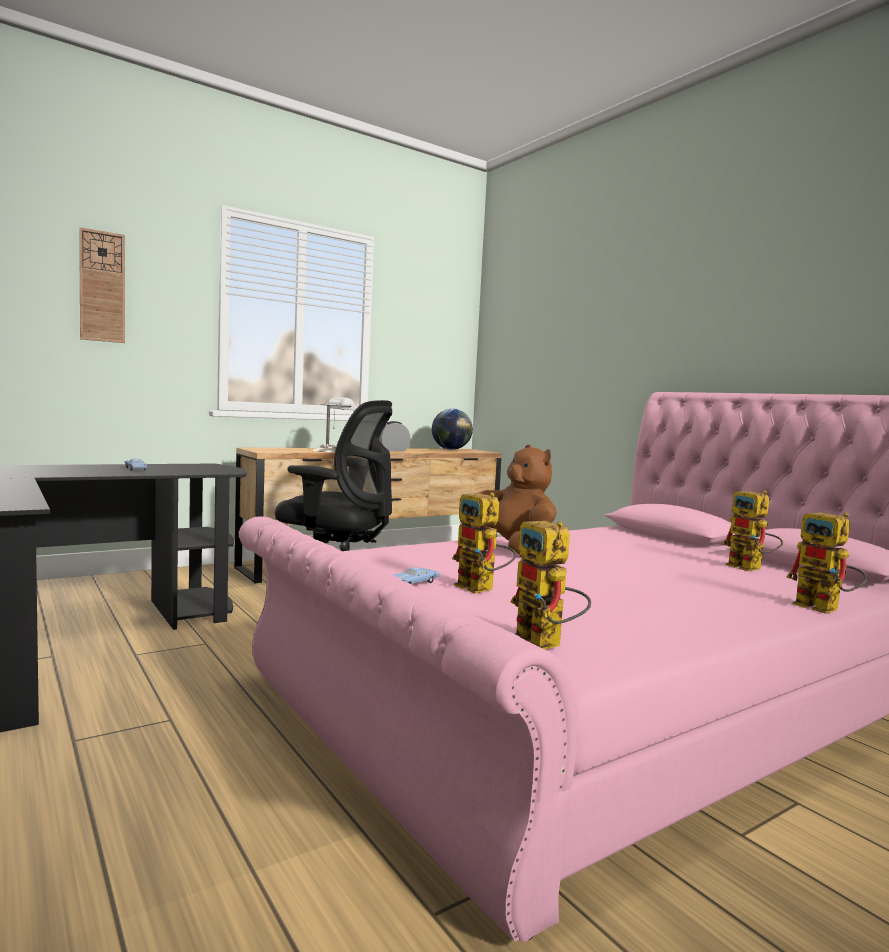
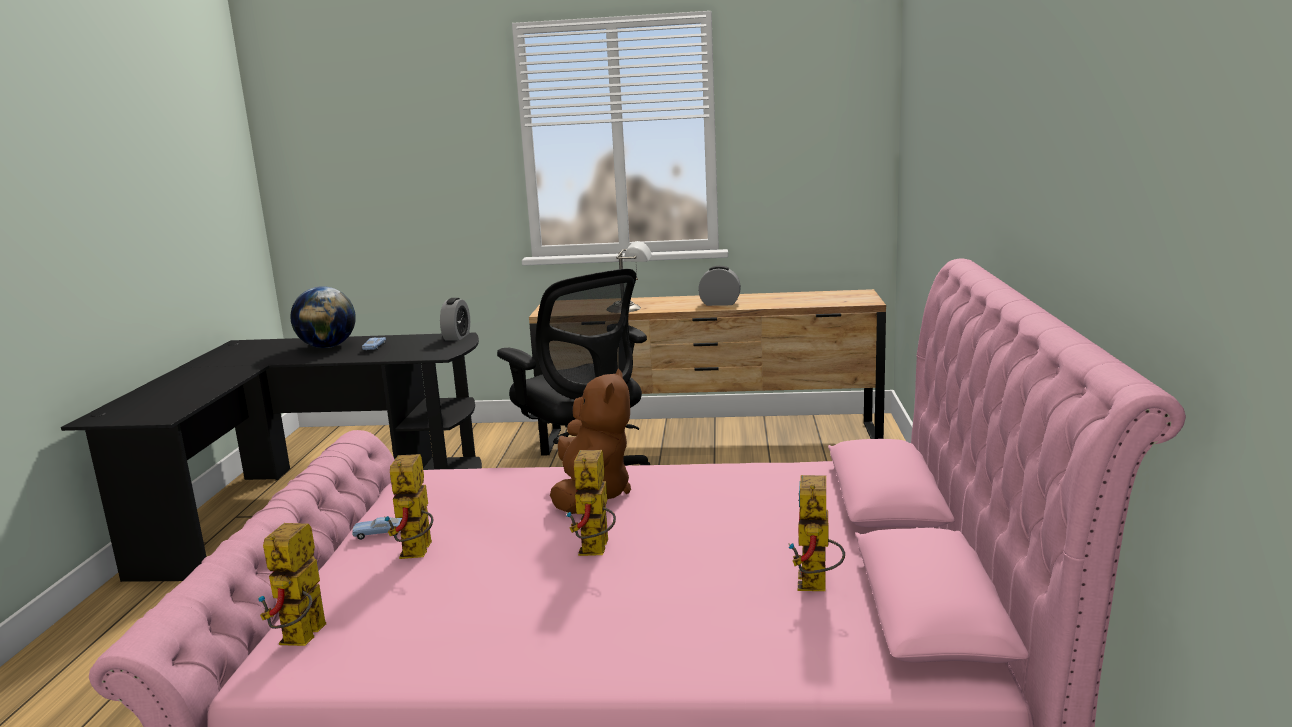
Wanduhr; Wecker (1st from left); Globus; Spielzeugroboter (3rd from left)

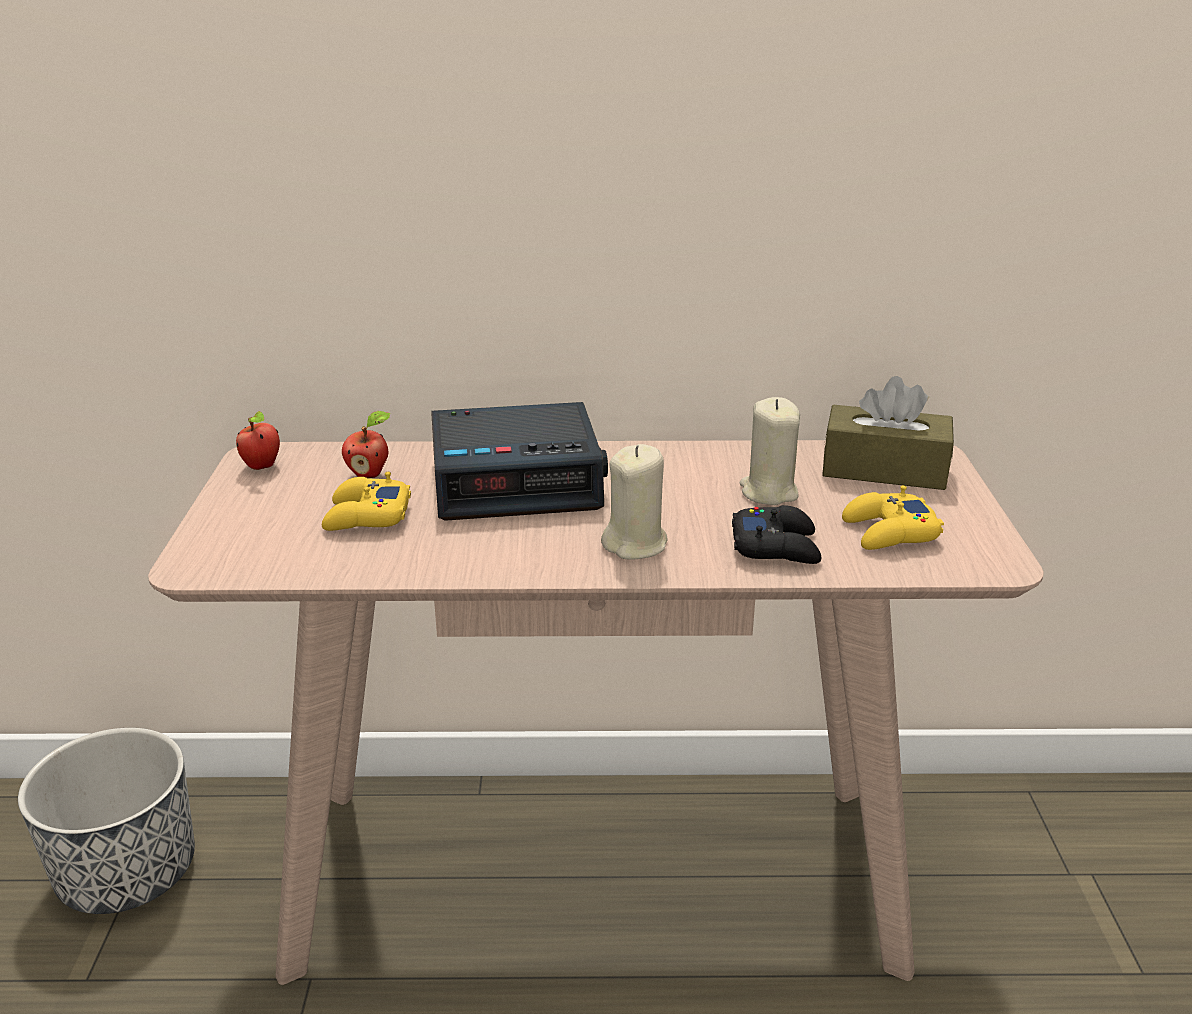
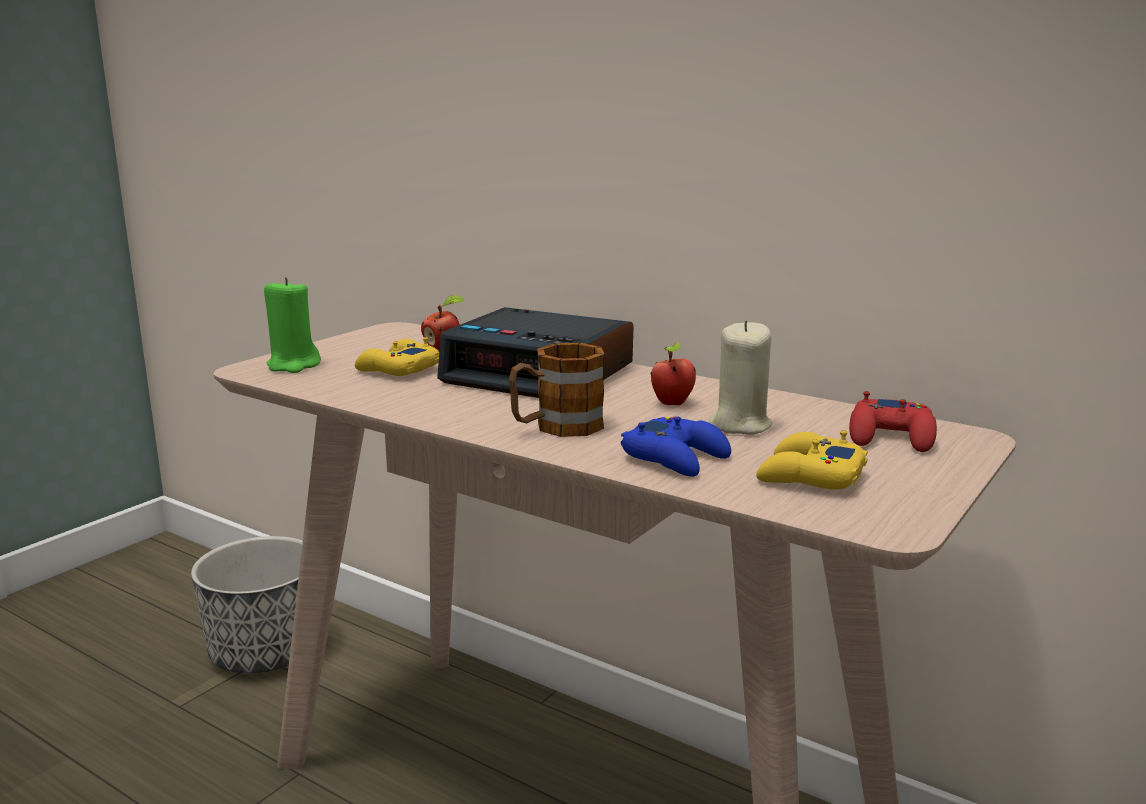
Kerze/grün; Apfel (2nd from left); Henkelbecher; Gamepad/rot; Gamepad/blau

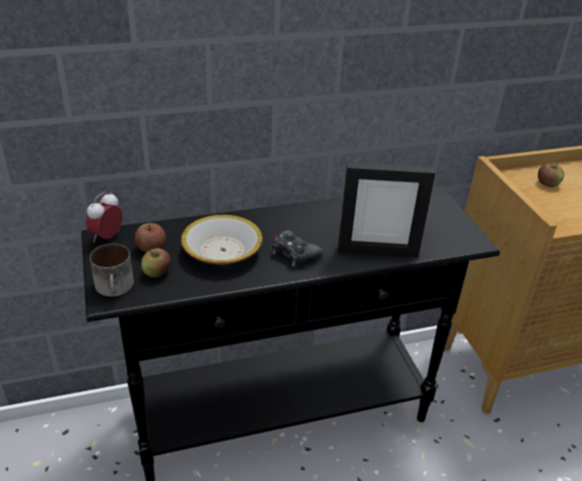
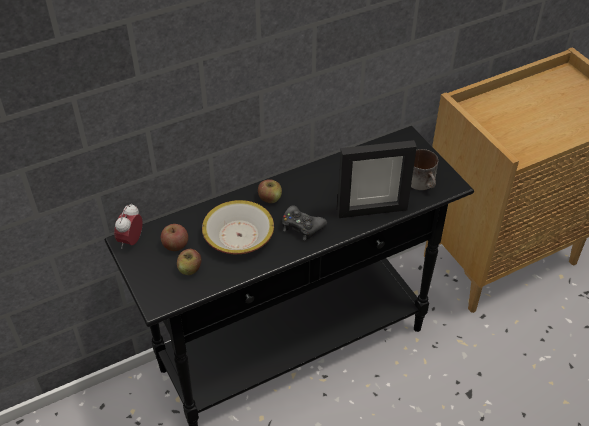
Henkelbecher; Apfel (3rd from left)

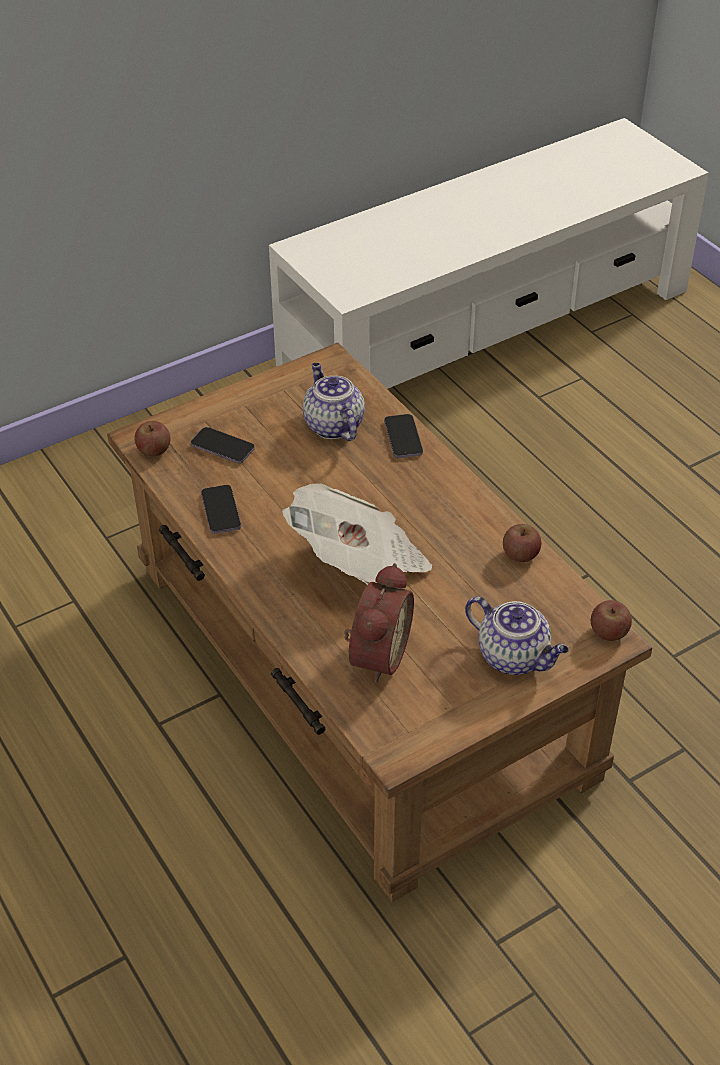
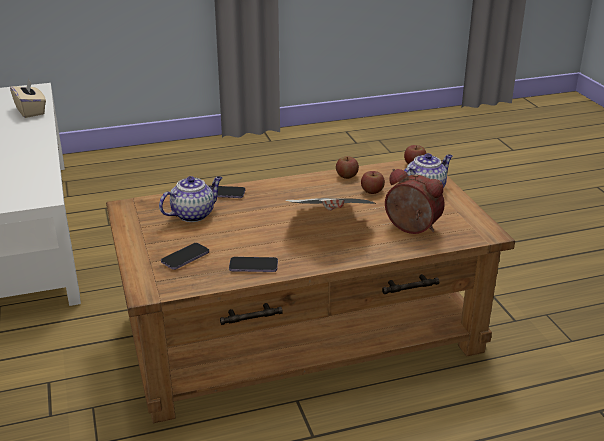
Taschentuchbox/beige; Apfel (2nd from left); Teekanne (1st from left)

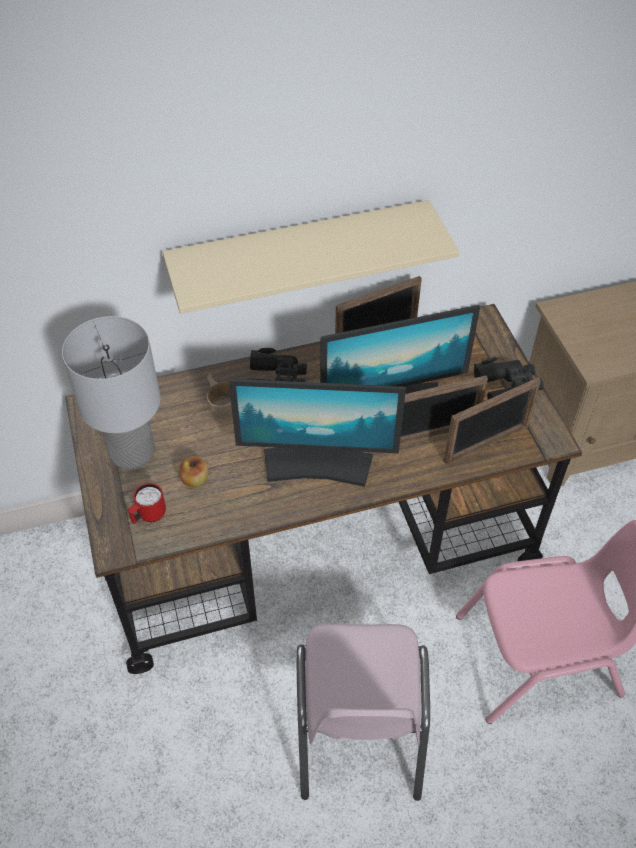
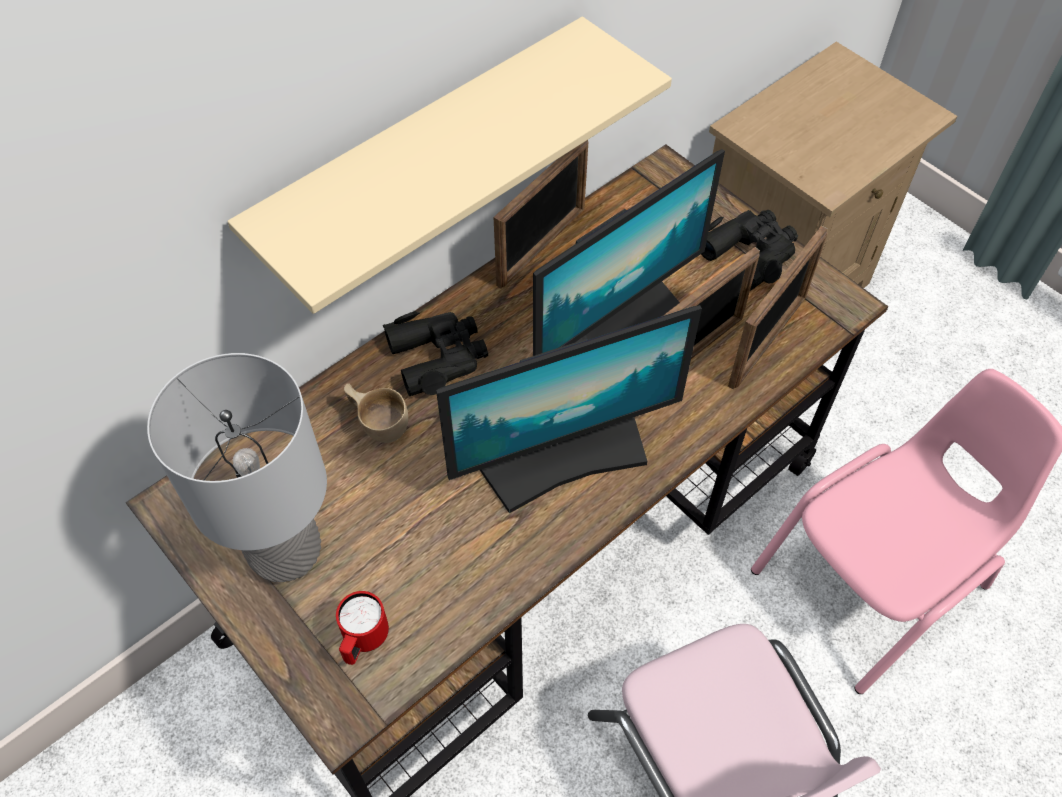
Apfel

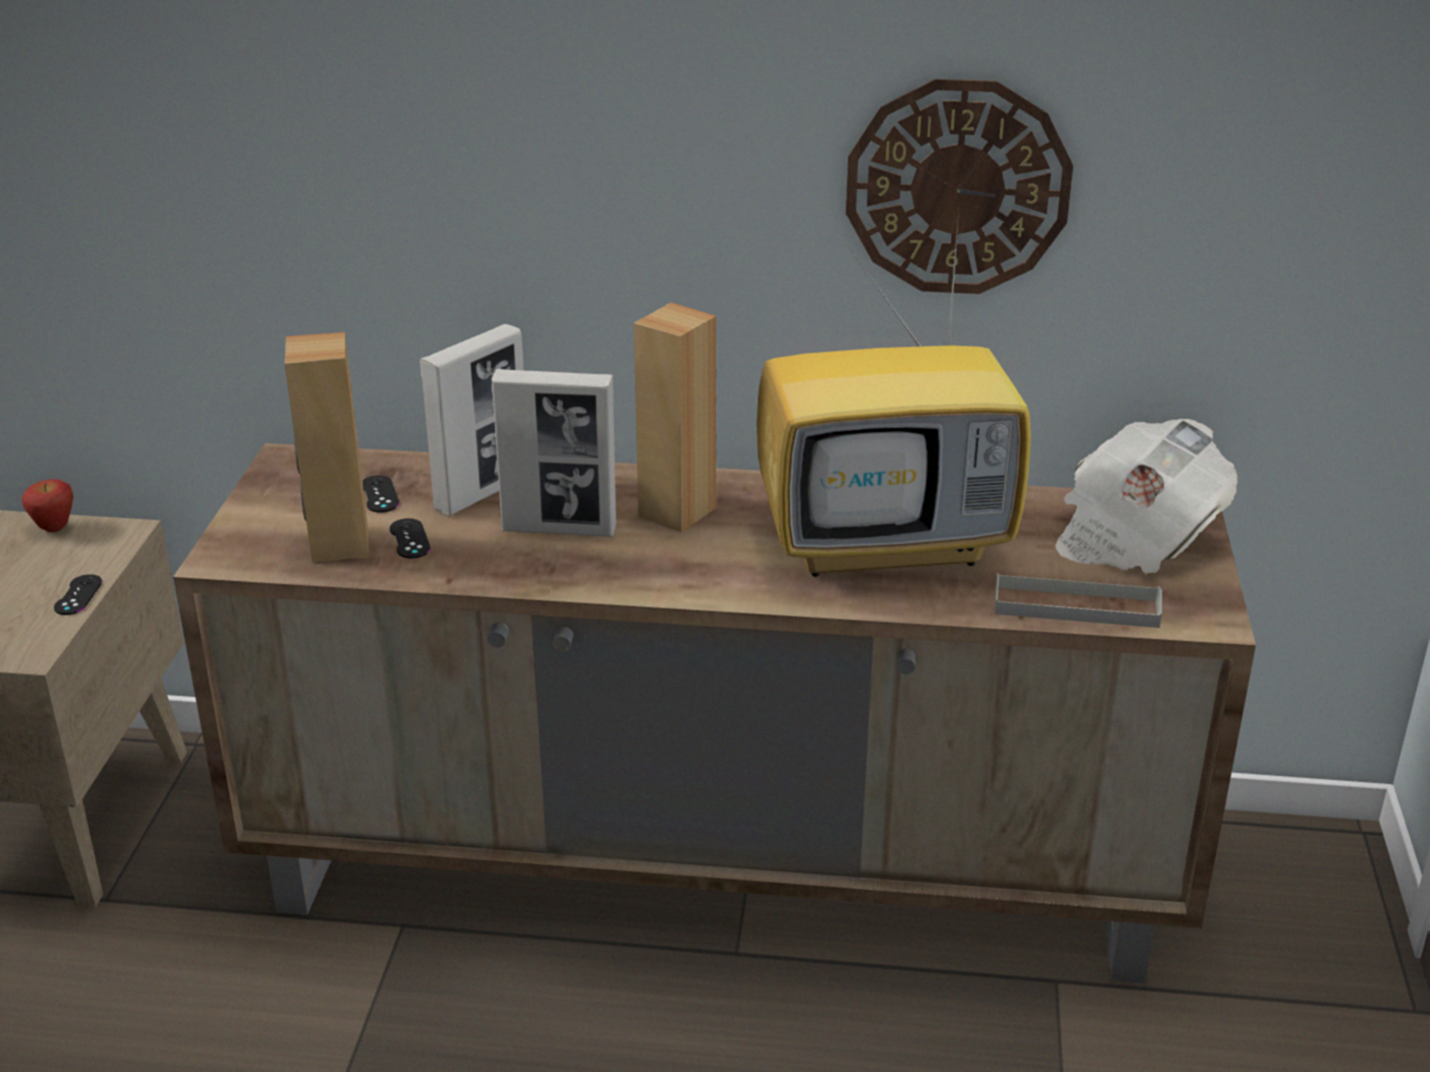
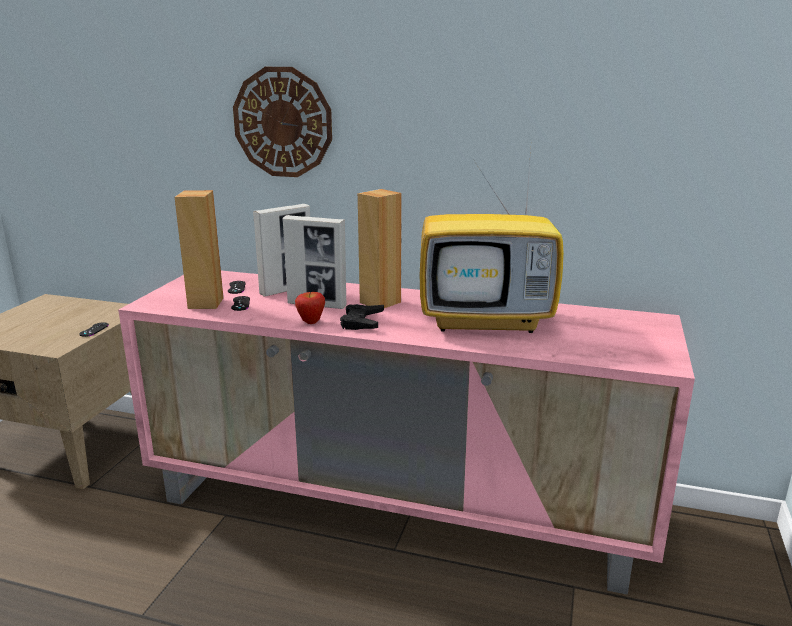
Tablett/grau; Zeitung; Gamepad/schwarz (4th from left); Apfel; Wanduhr; Fernsehschrank/rosa

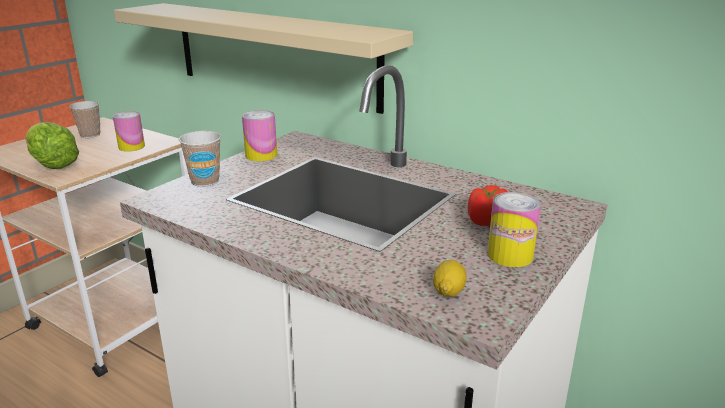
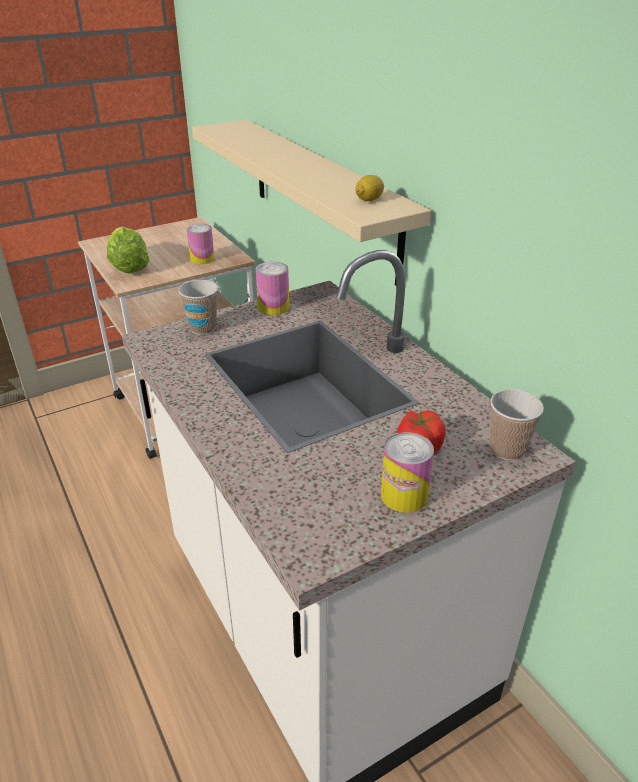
Tasse (2nd from left); Zitrone

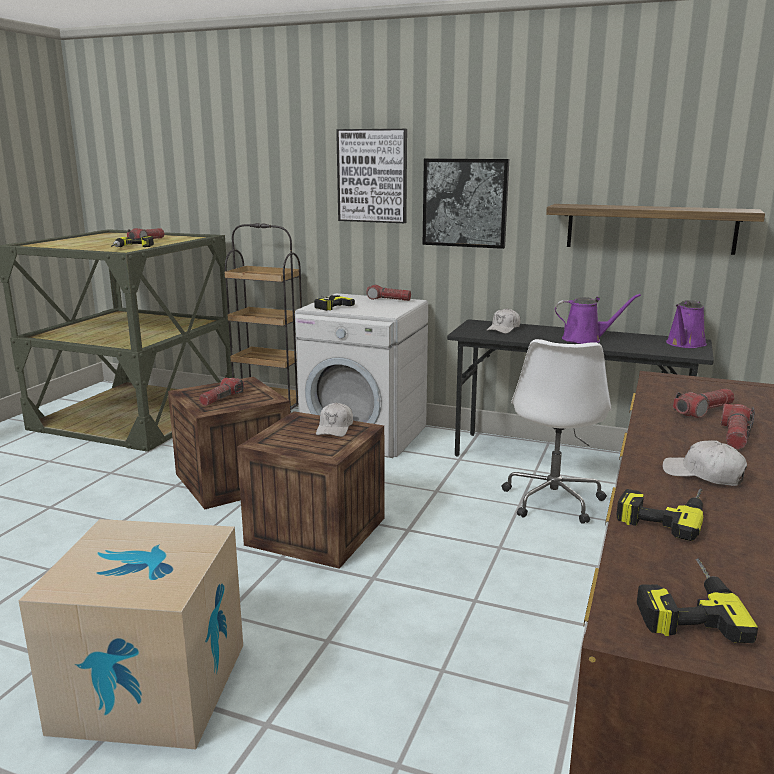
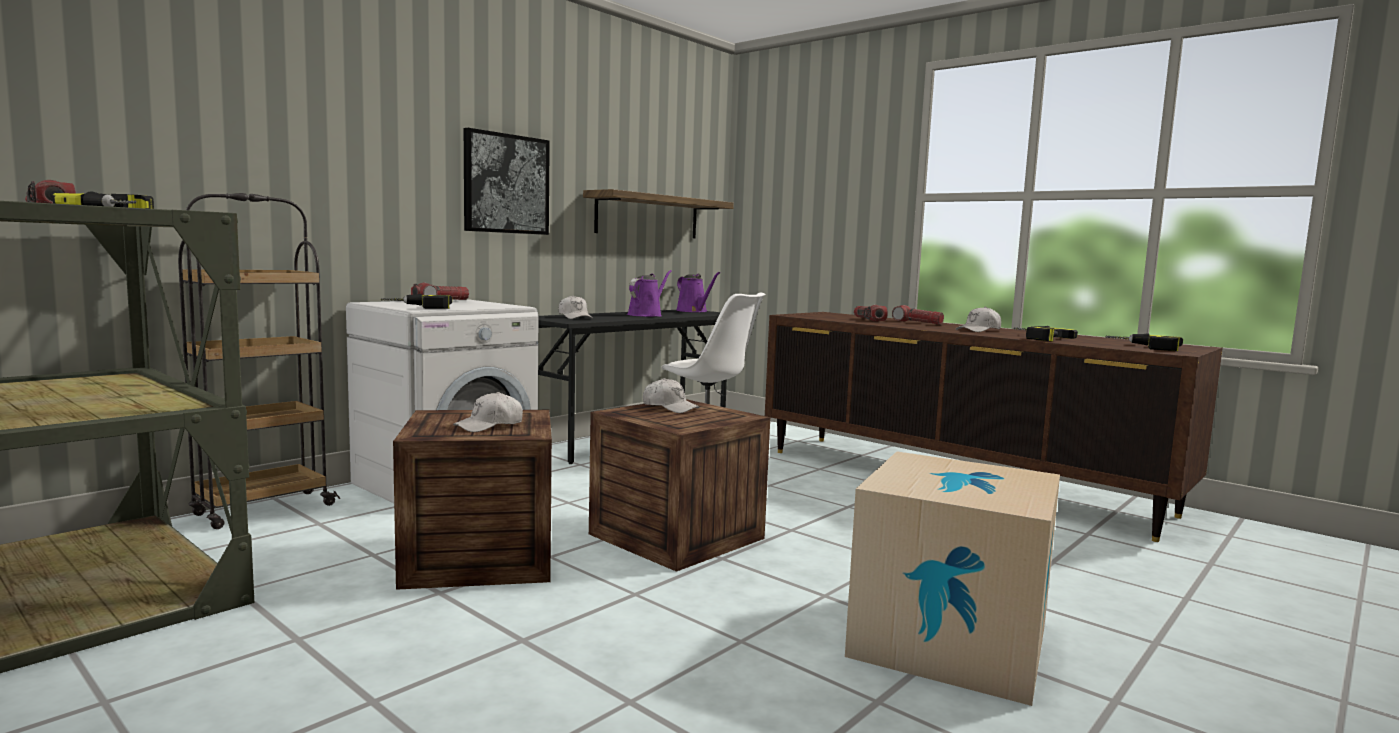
Bild (1st from left in the first image); Kappe/weiß (1st from left)

